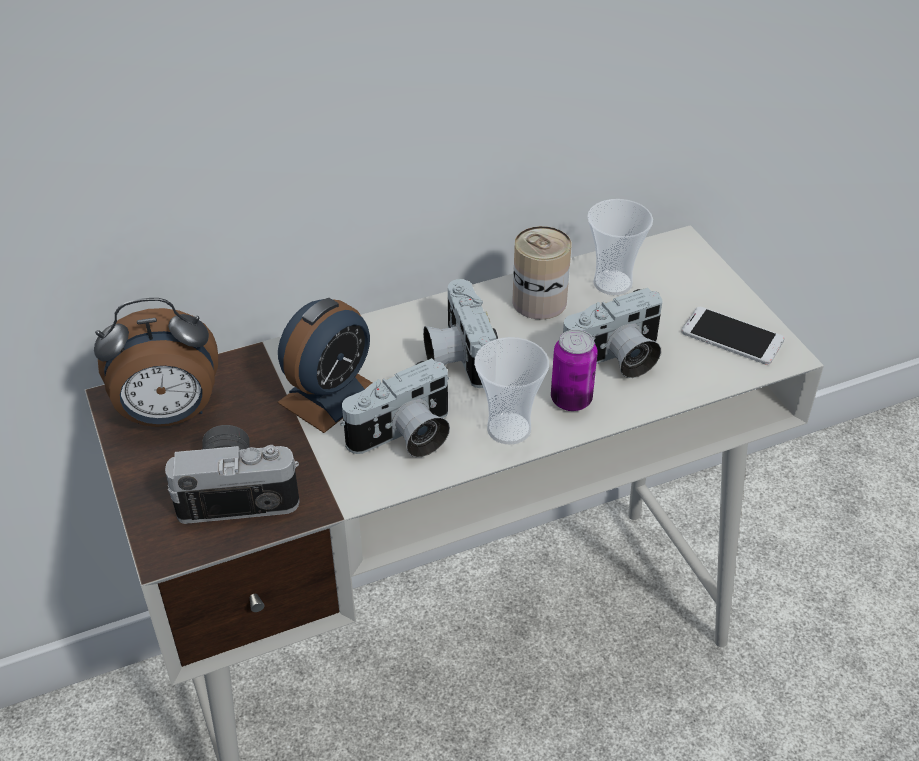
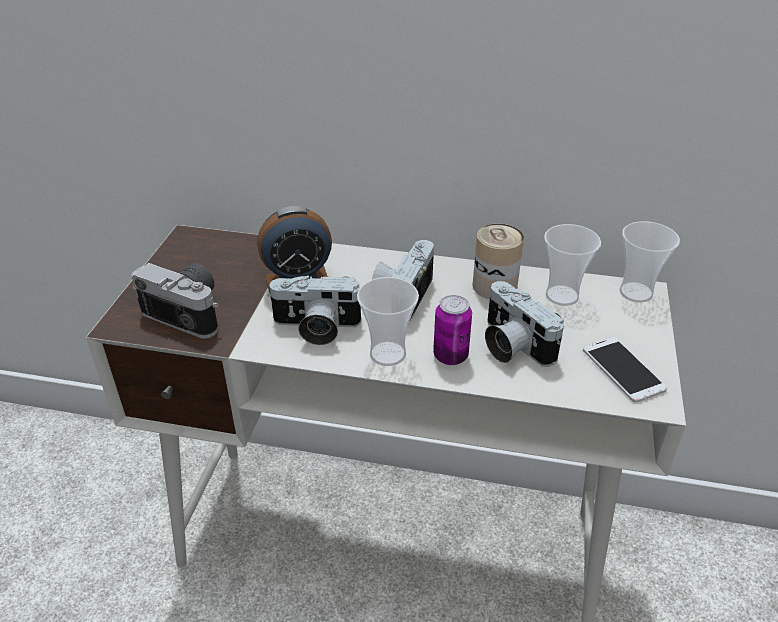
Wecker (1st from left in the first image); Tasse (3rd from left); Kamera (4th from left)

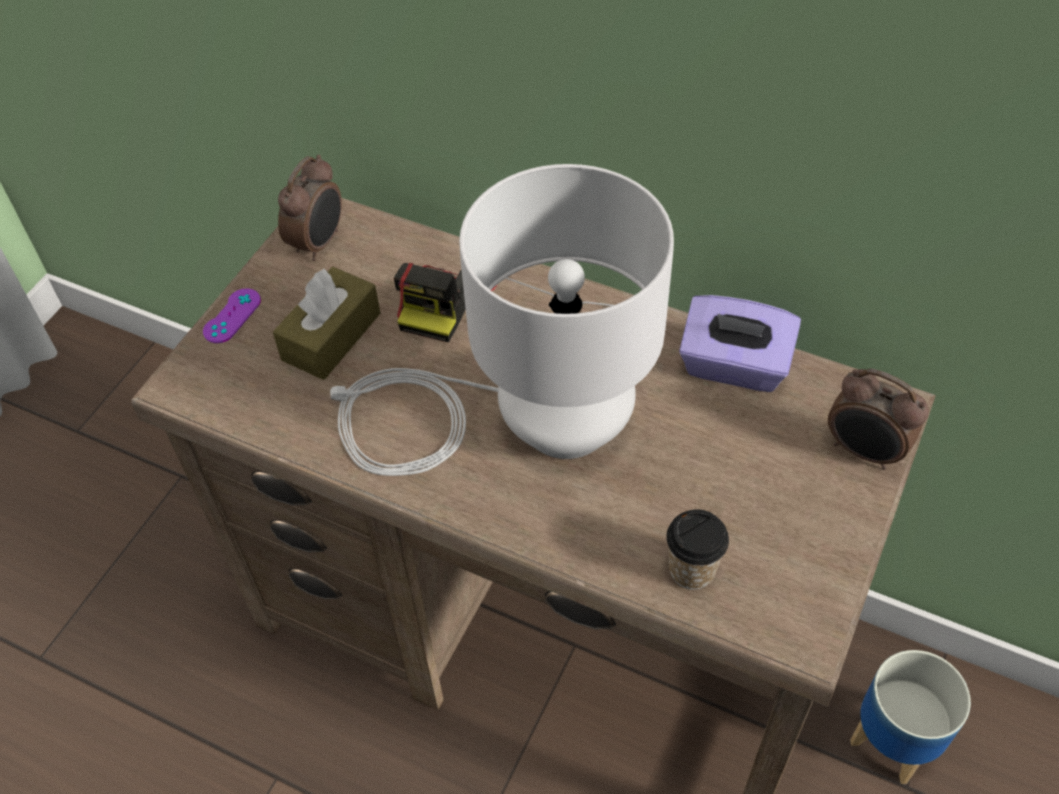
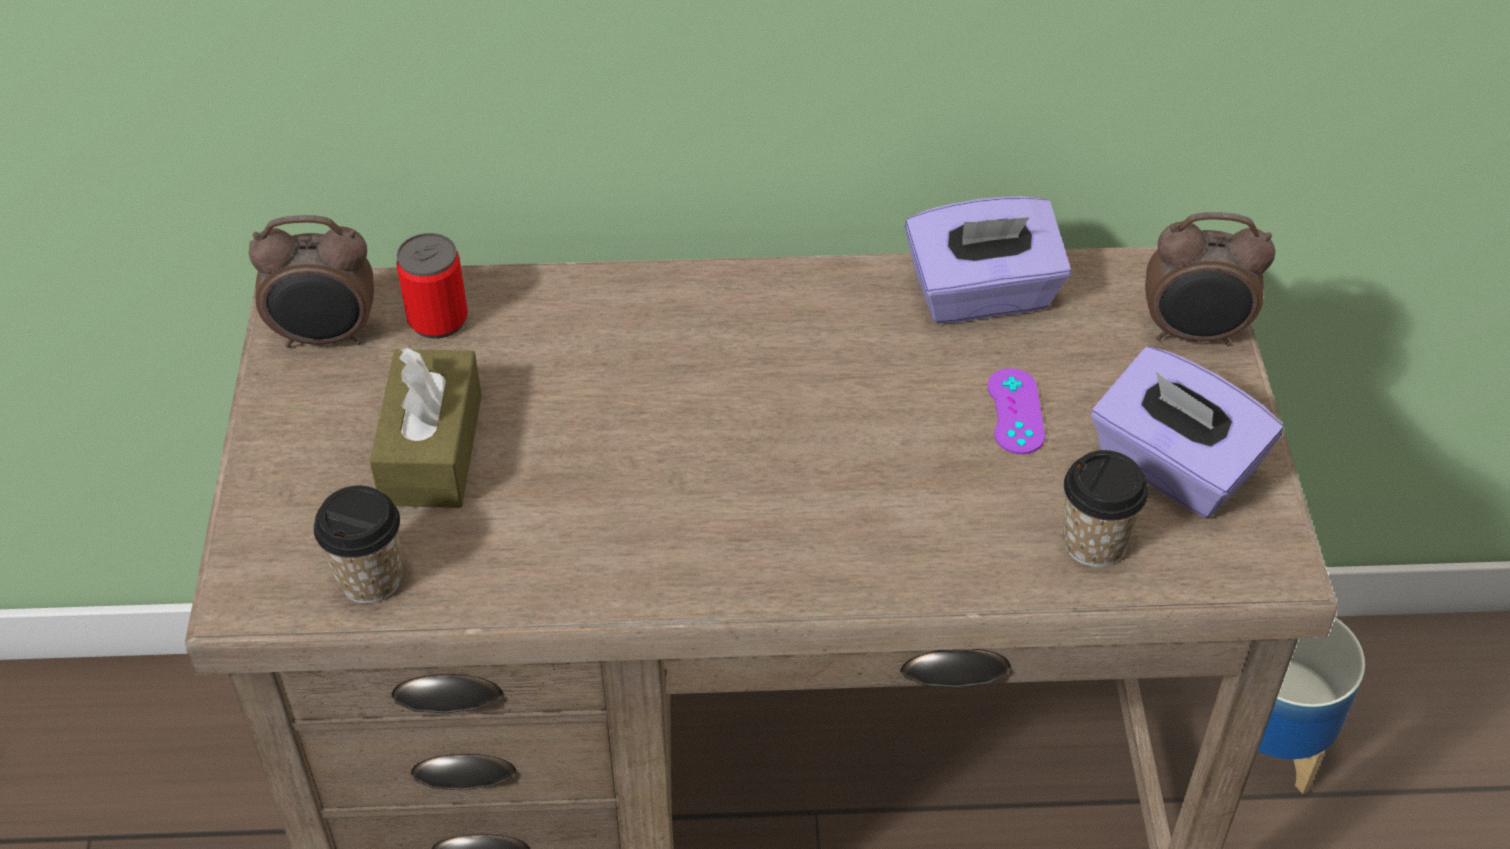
Tischlampe/grau; Kamera; Tasse (1st from left); Dose; Taschentuchbox/lila (2nd from left); Gamepad/lila; Wecker (1st from left)

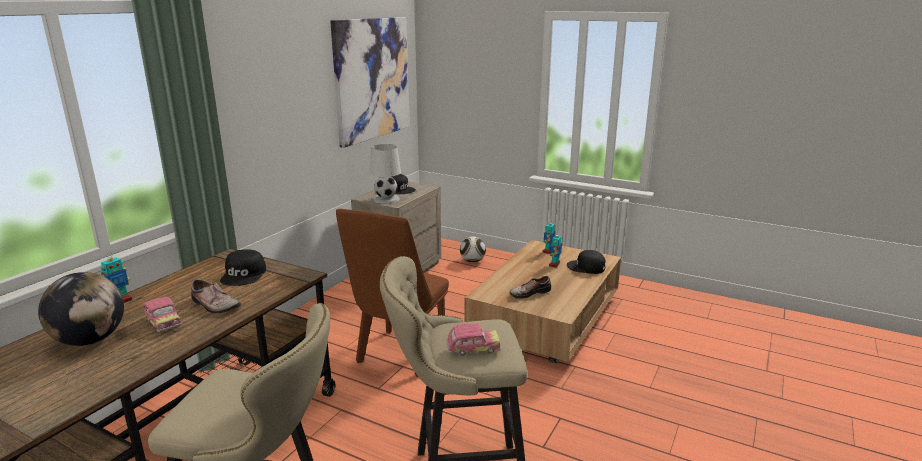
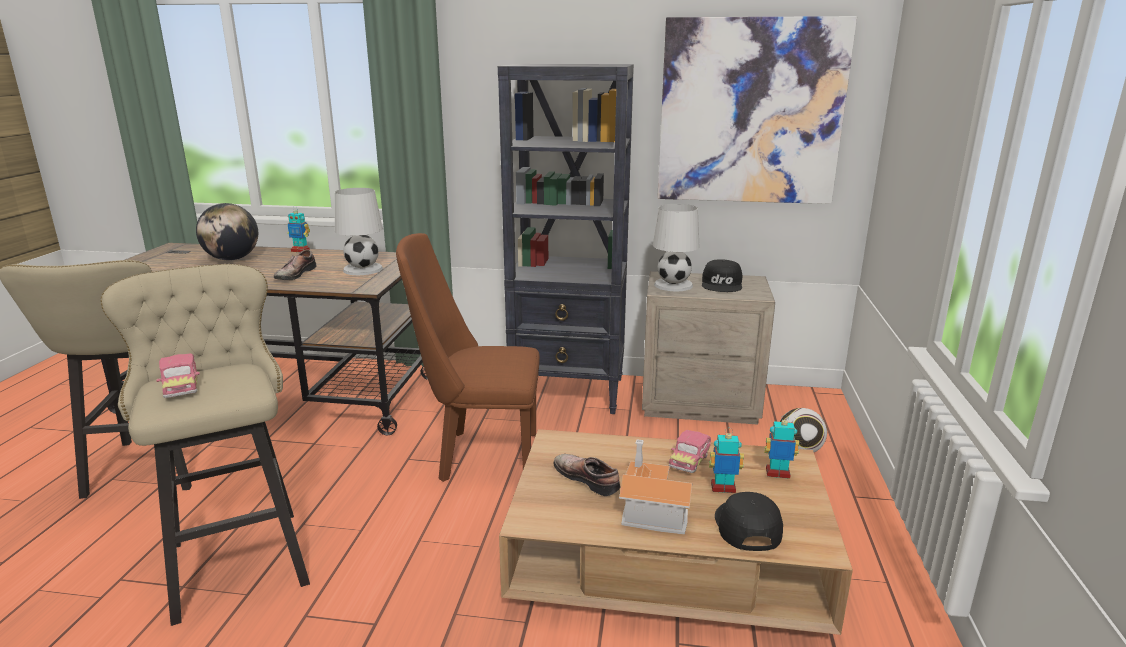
Bücherregal/schwarz; Spielzeughaus; Spielzeugauto (2nd from left); Tischlampe/weiß (1st from left)

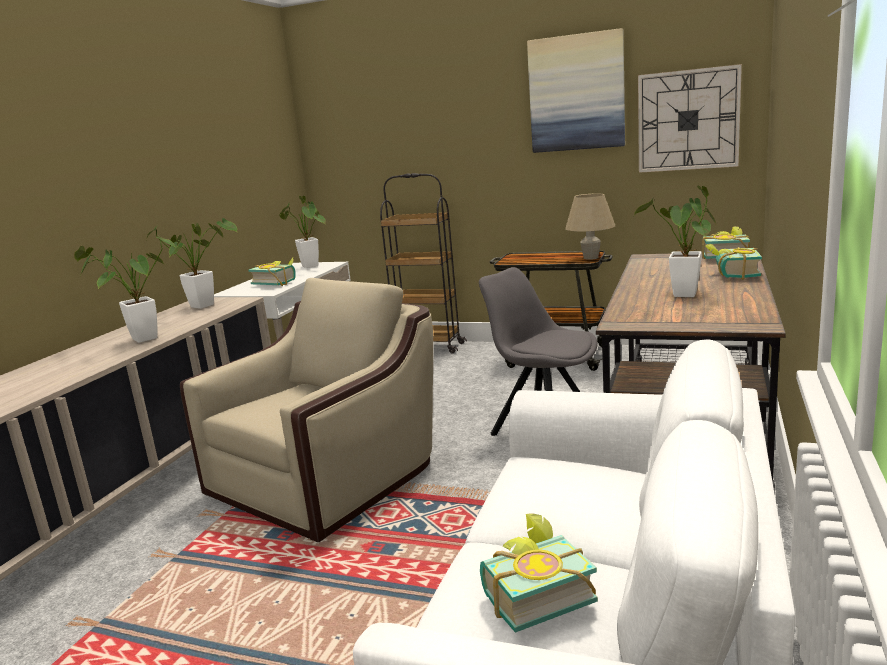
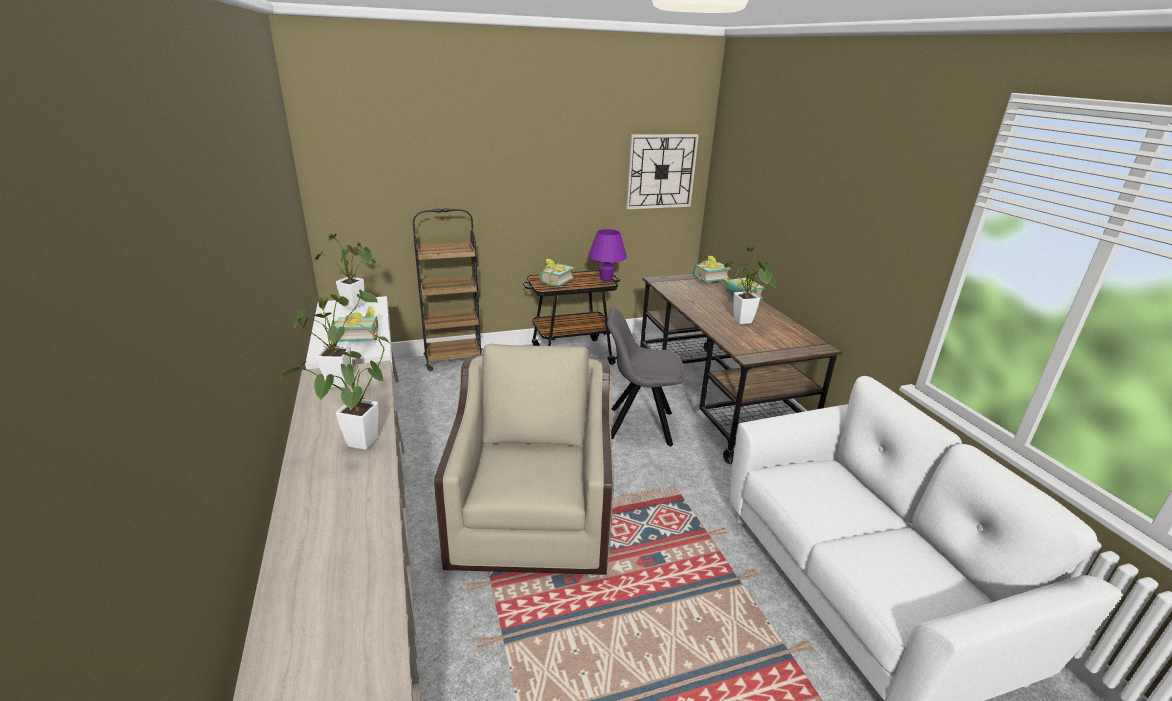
Bild; Buch (2nd from left); Tischlampe/lila

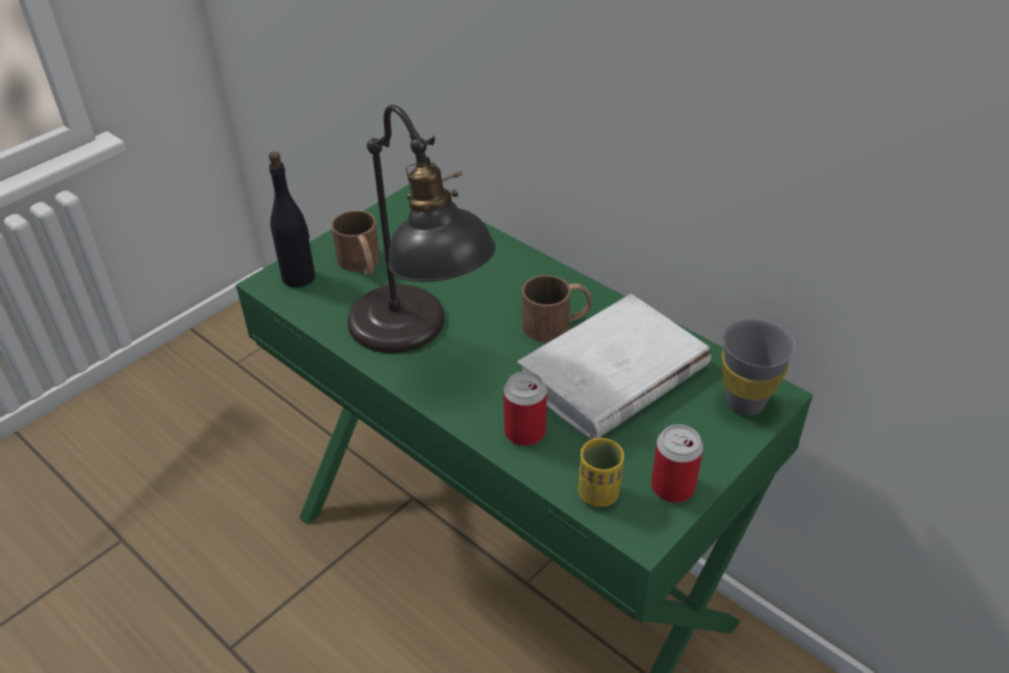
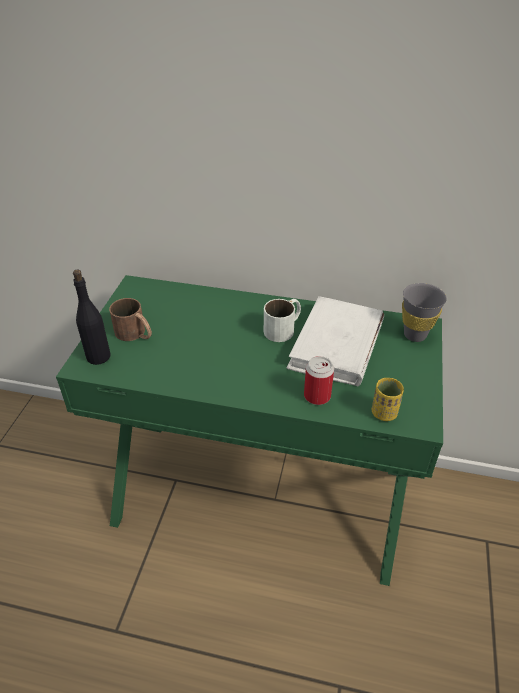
Tischlampe/grau; Dose (2nd from left in the first image); Henkelbecher/weiß

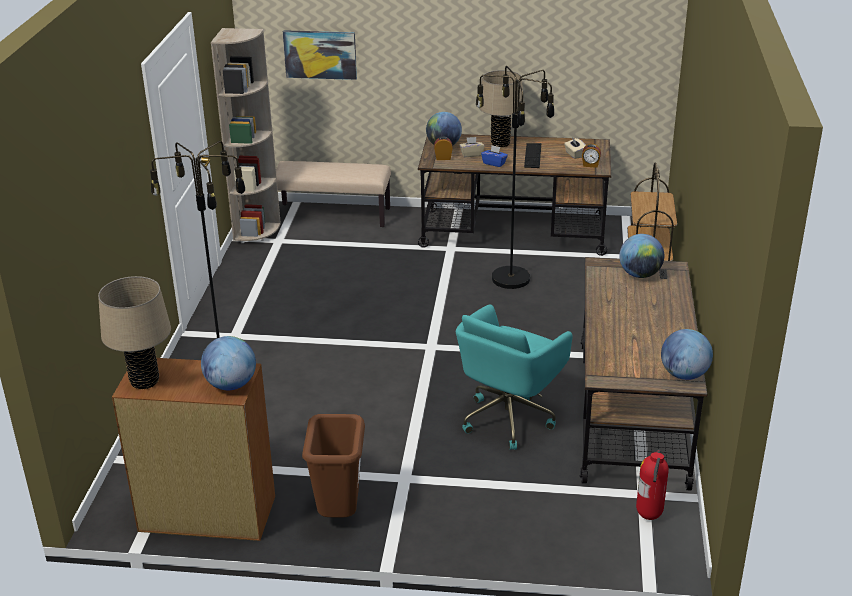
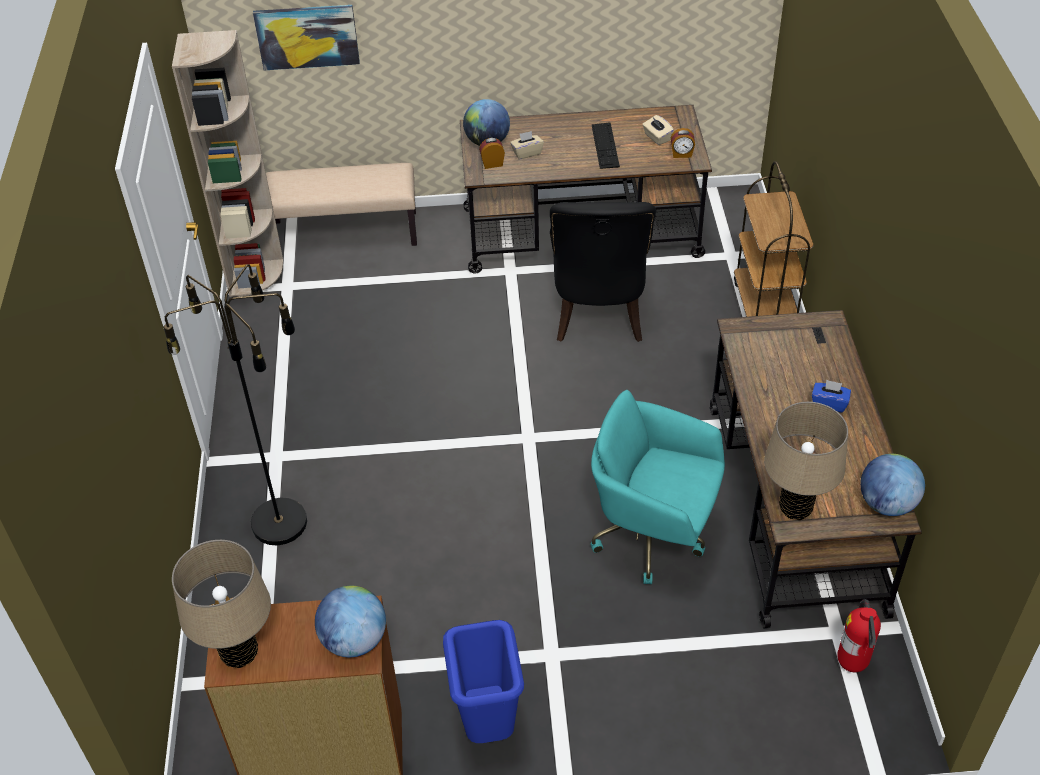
Globus (3rd from left in the first image); Tischlampe/beige (2nd from left); Taschentuchbox/blau; Stuhl/schwarz; Mülleimer/blau; Bürostuhl/türkis

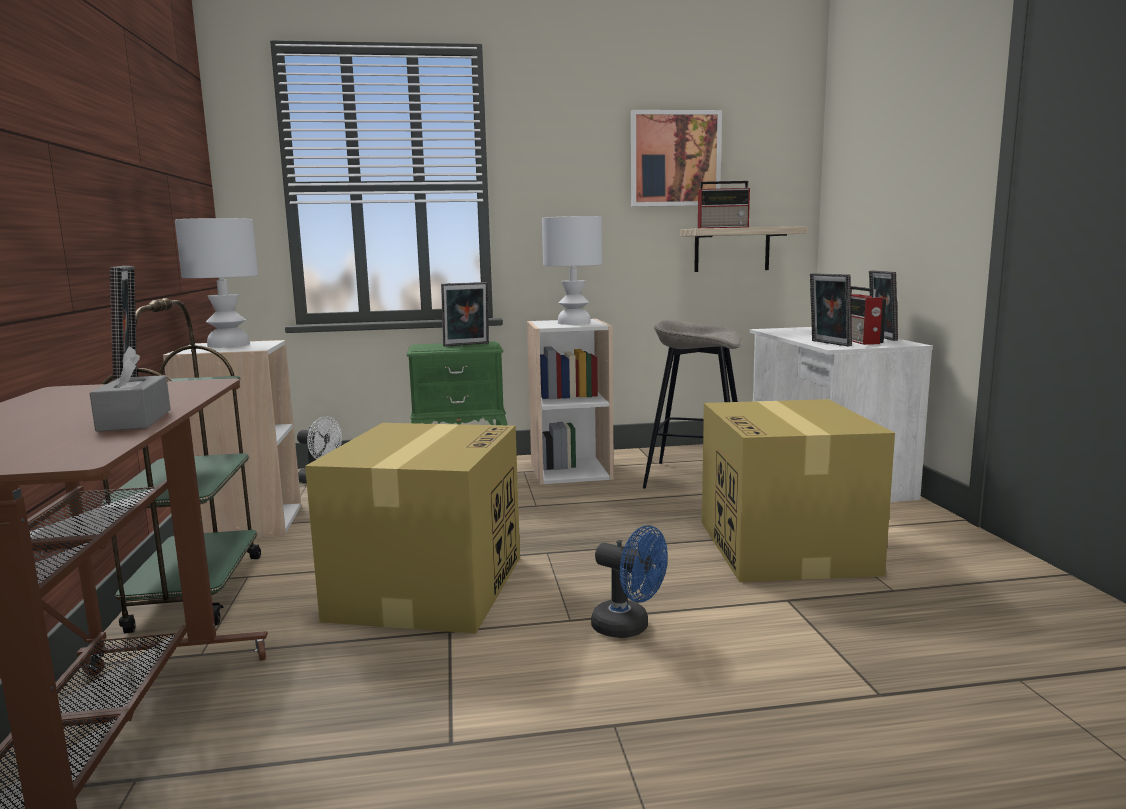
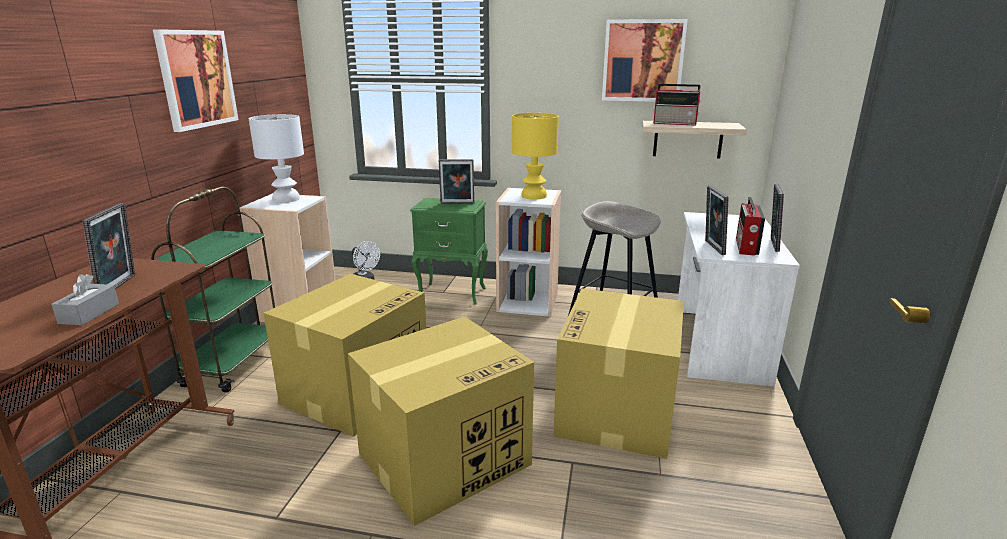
Bild (1st from left); Karton (2nd from left); Tischlampe/gelb

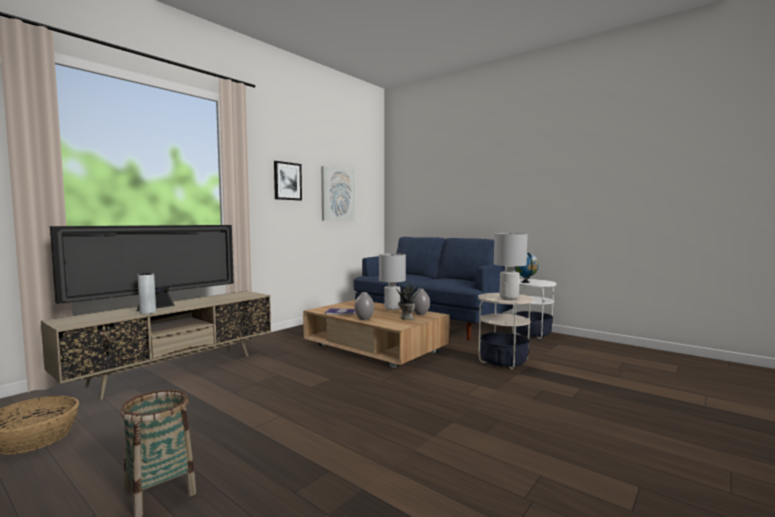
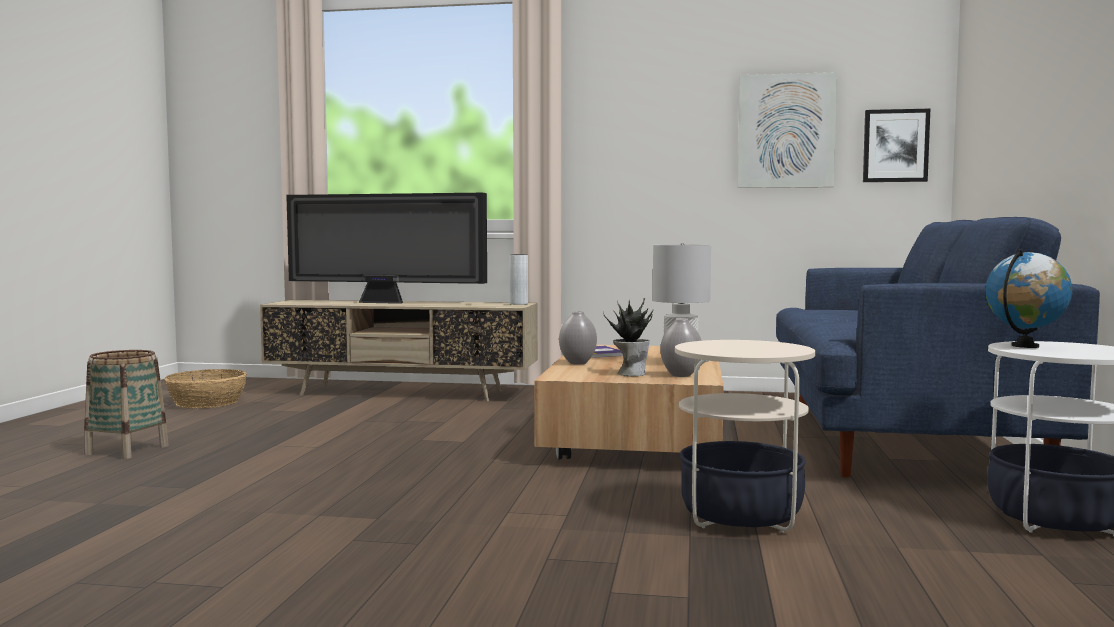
Tischlampe/grau (2nd from left in the first image); Vase/grau (1st from left); Bild (2nd from left)

